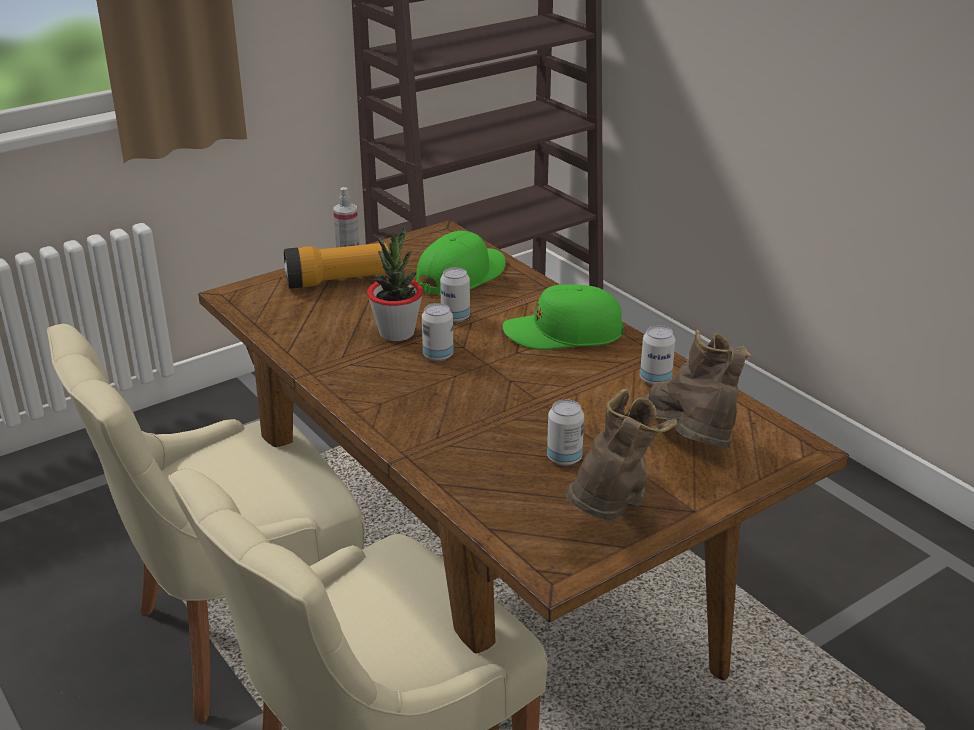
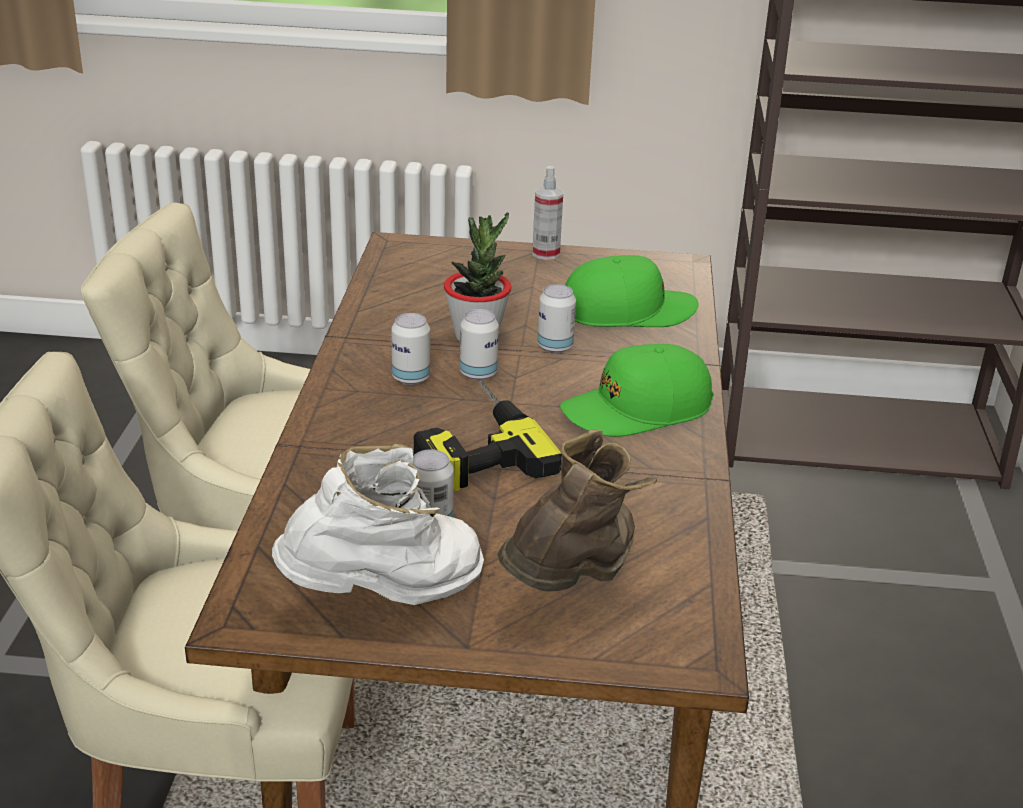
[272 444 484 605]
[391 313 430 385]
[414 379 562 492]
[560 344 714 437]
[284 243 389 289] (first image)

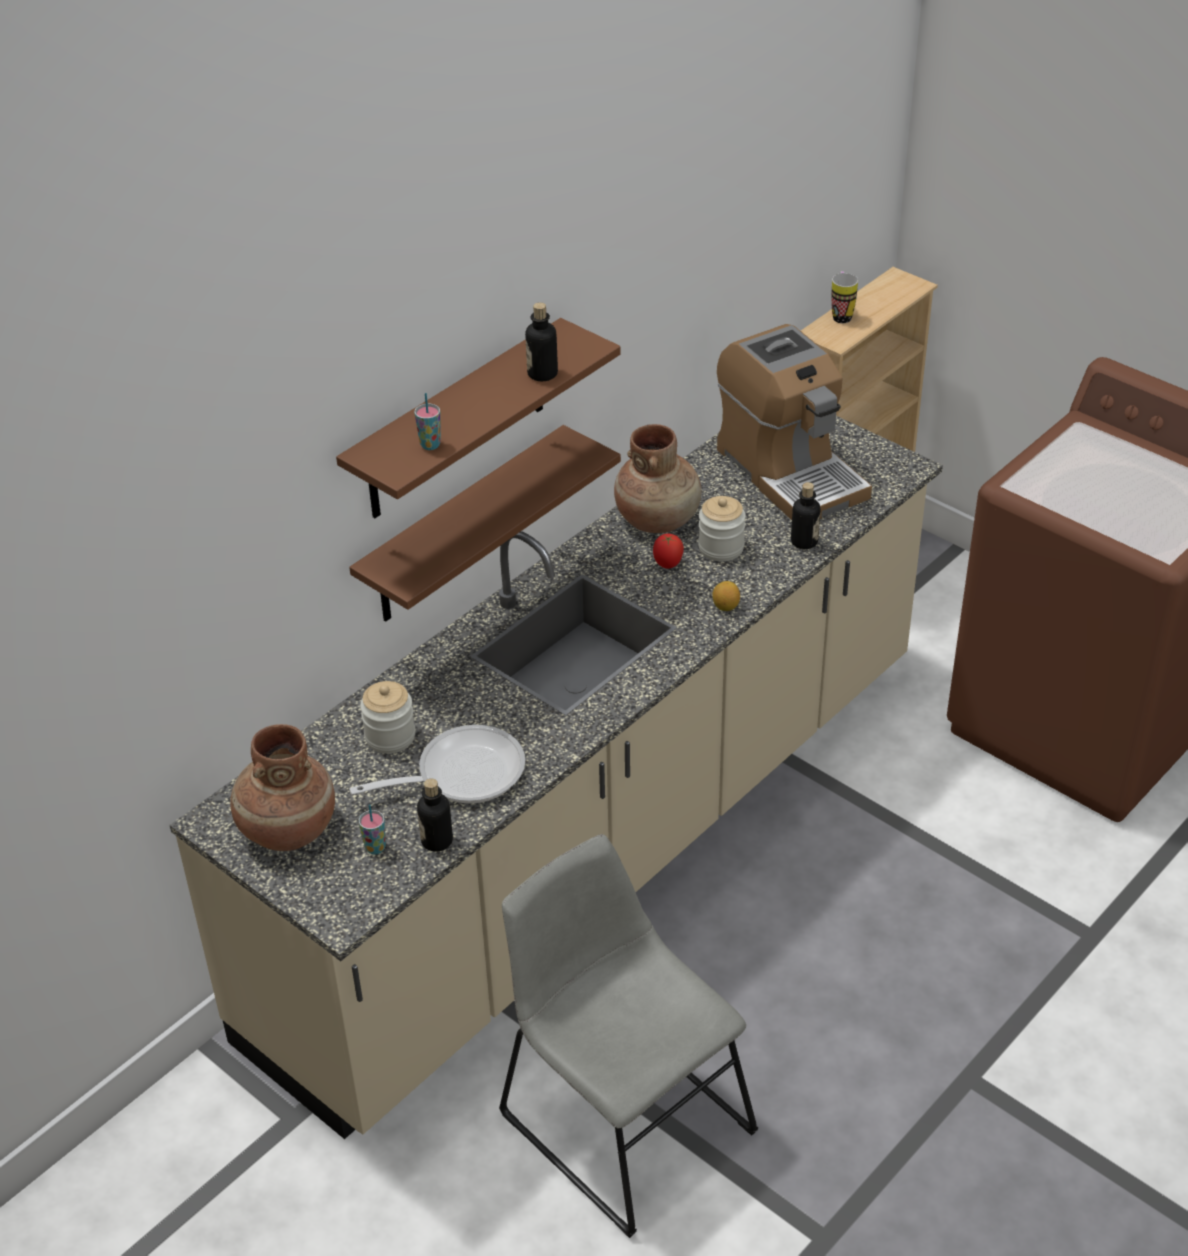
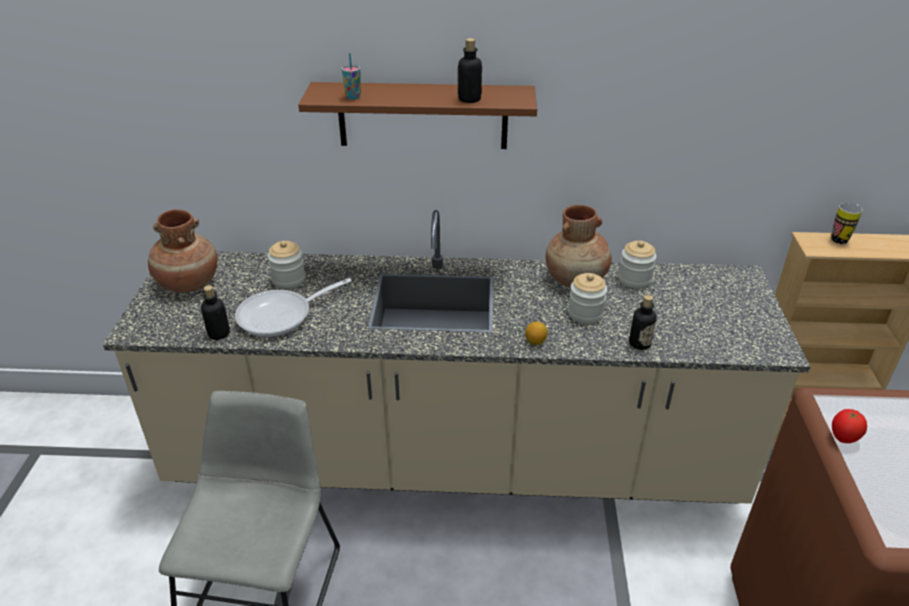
[235 278 352 337]
[618 241 657 289]
[832 409 867 443]
[349 425 621 621] (first image)
[359 804 386 855] (first image)
[717 324 872 520] (first image)

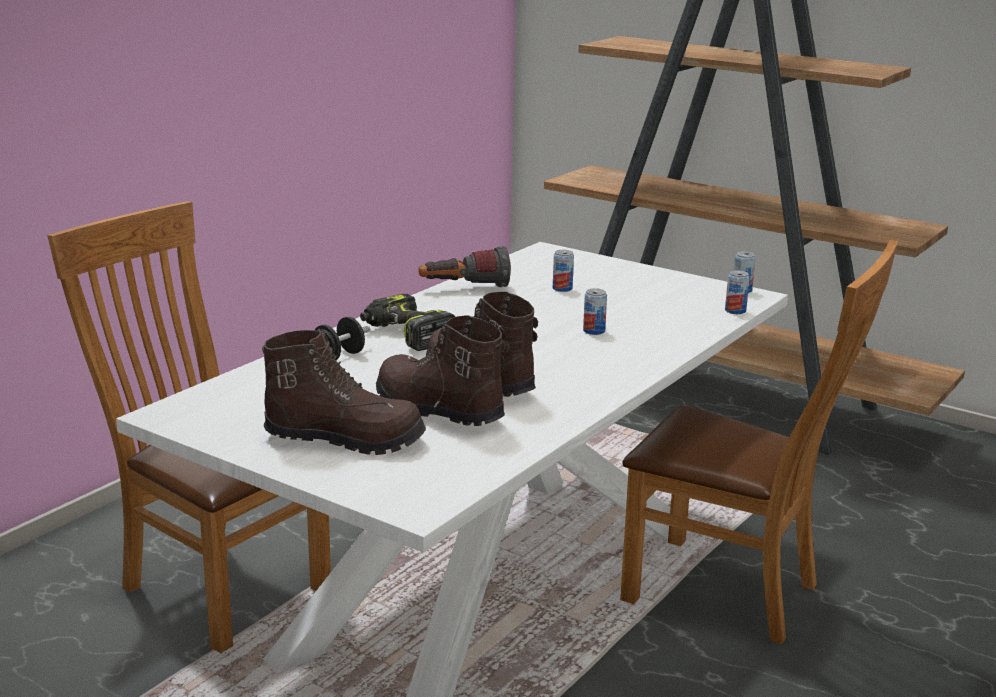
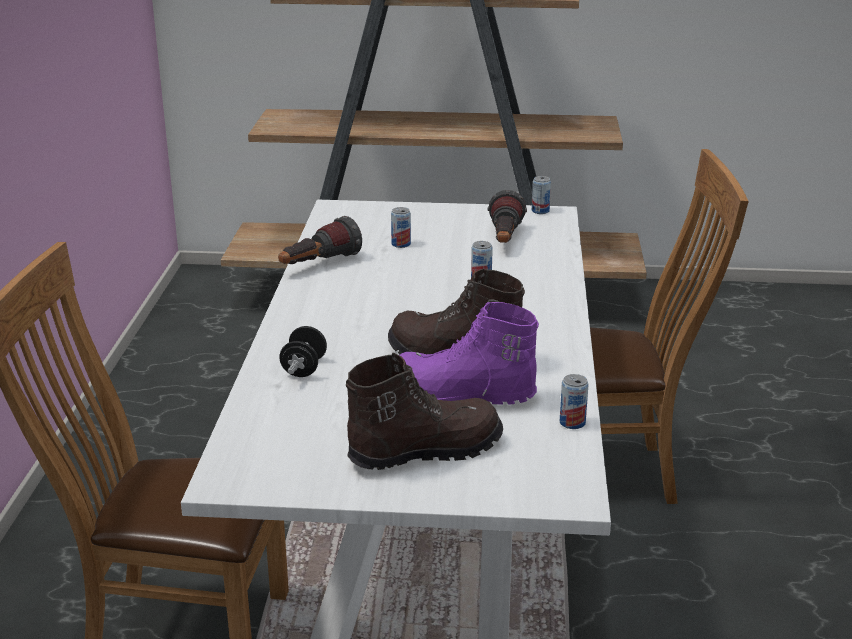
[399 302 539 405]
[488 190 527 243]
[560 374 589 429]
[360 294 455 351] (first image)

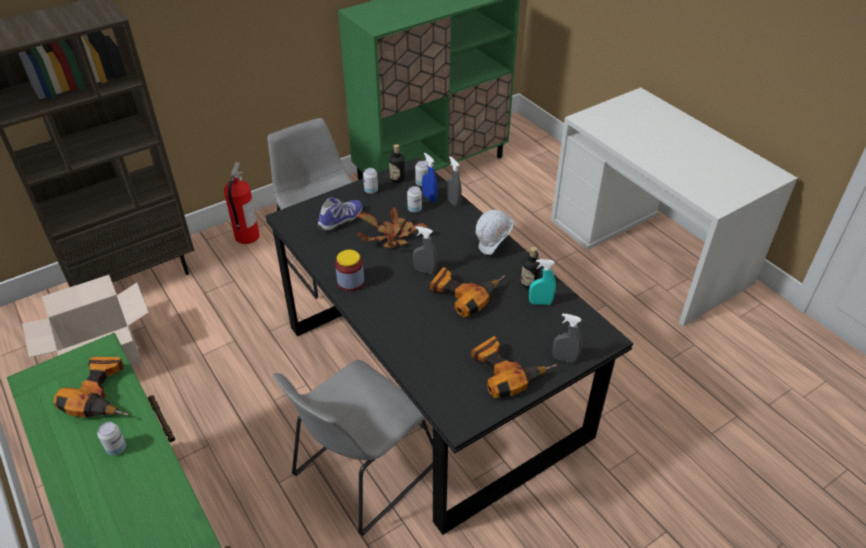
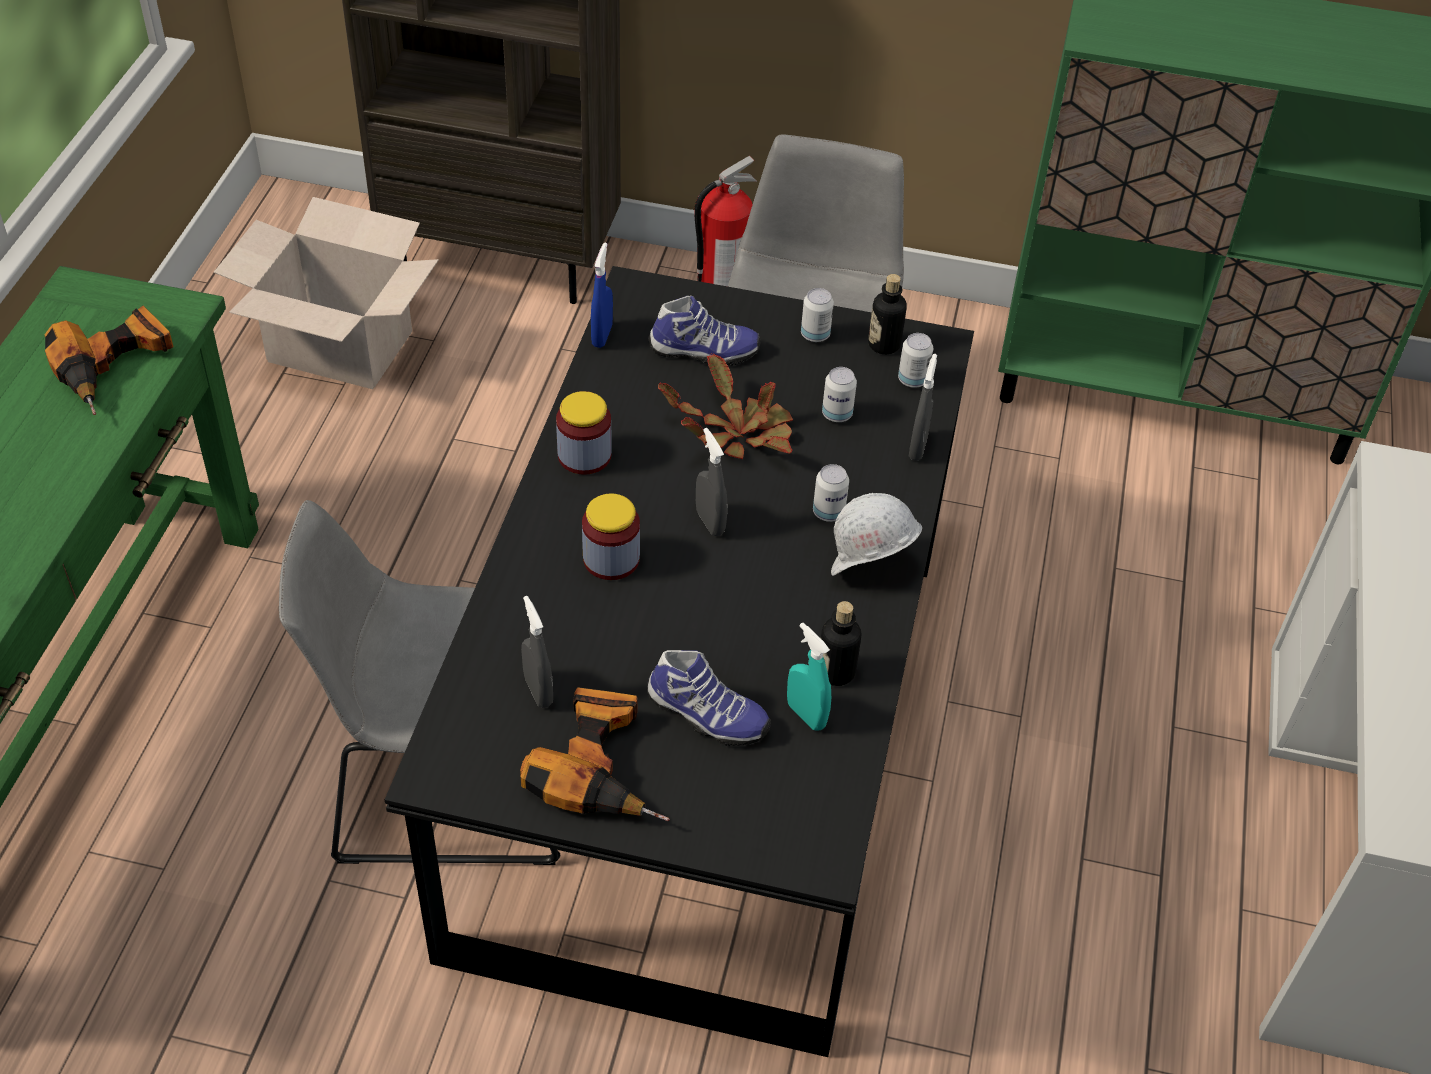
[521 596 553 708]
[582 493 640 580]
[591 242 613 348]
[647 650 771 746]
[813 464 849 522]
[430 267 505 317] (first image)

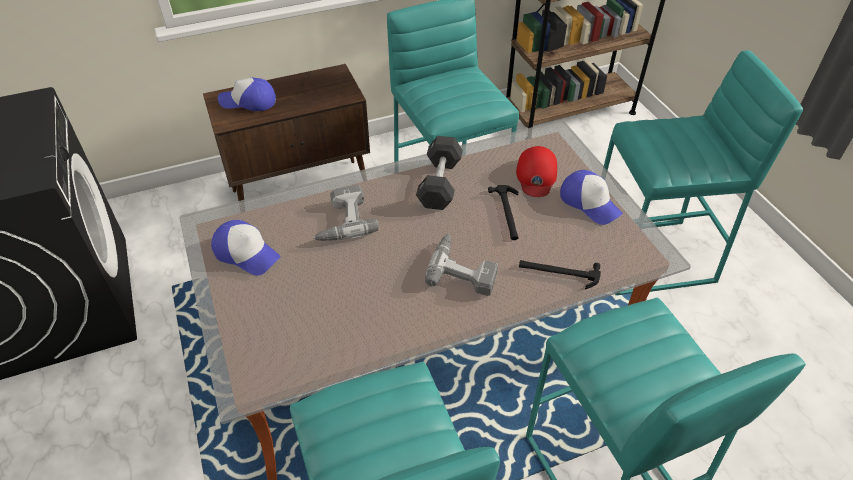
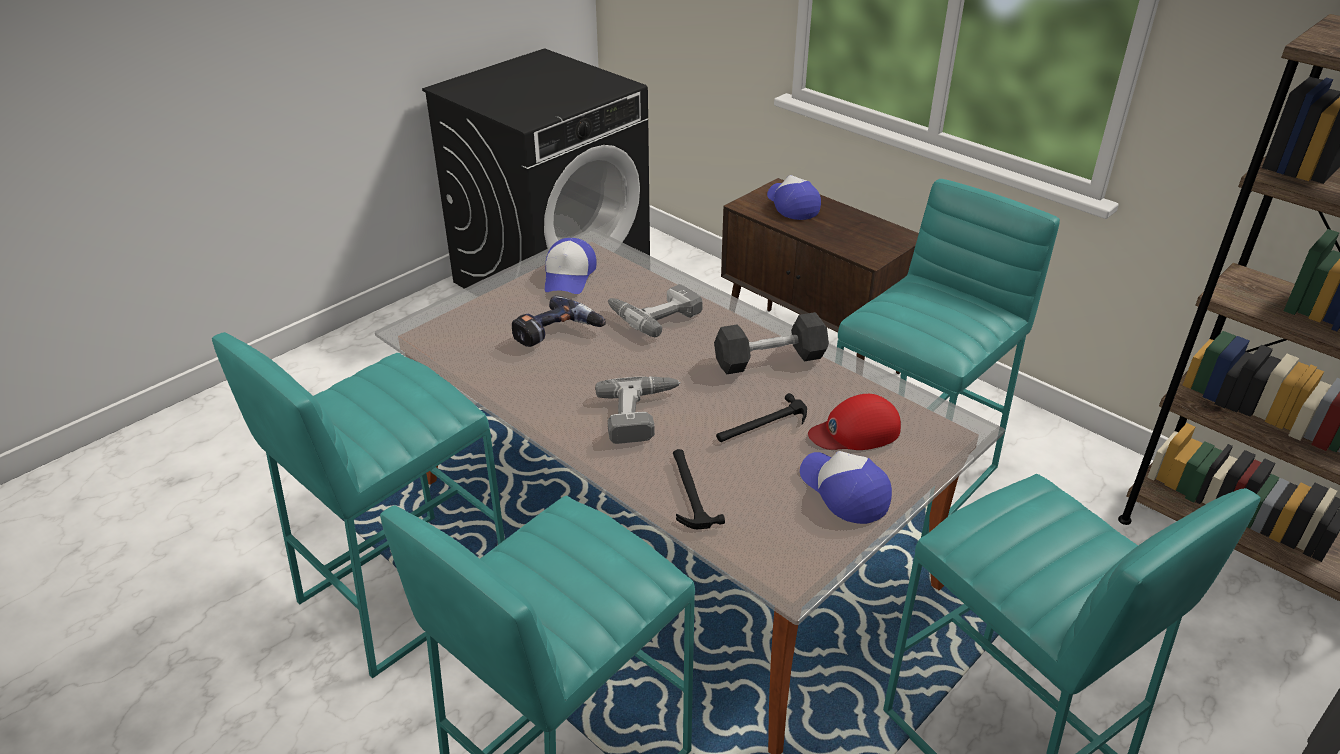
[512 296 606 347]
[800 451 892 524]

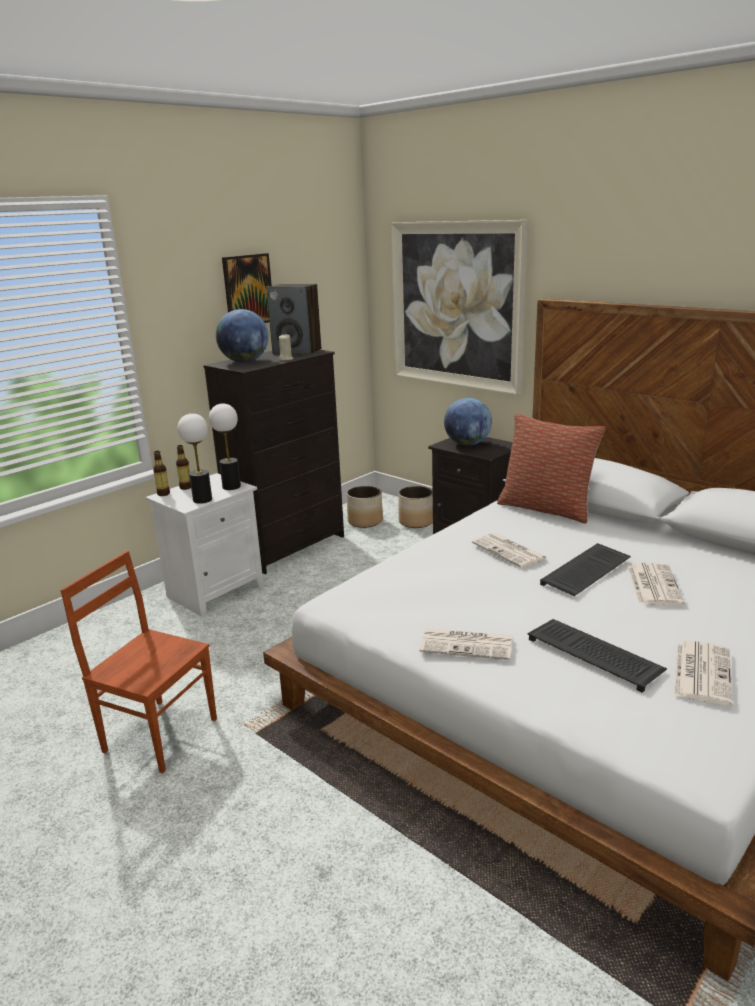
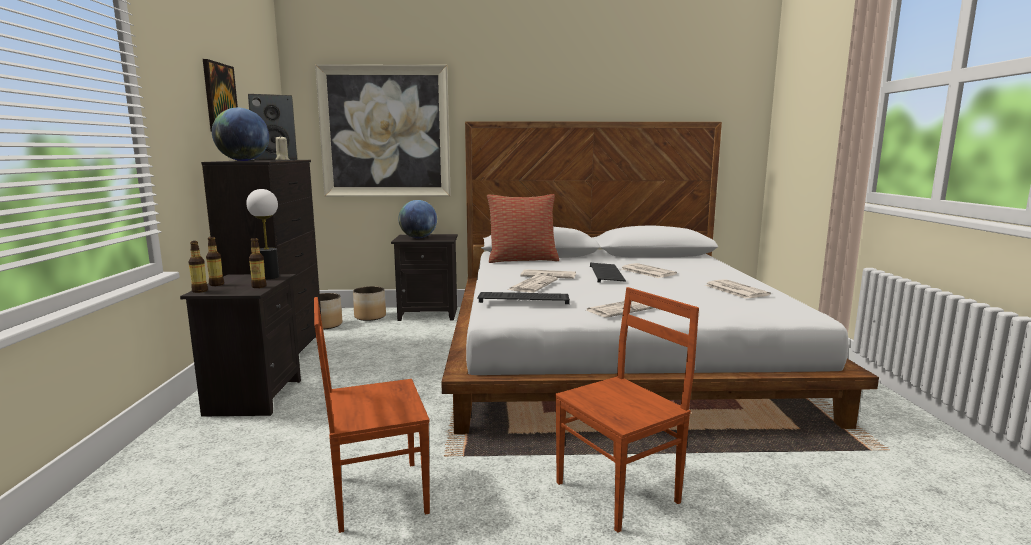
[180 274 301 417]
[249 238 267 288]
[477 292 570 304]
[508 275 558 293]
[555 287 699 533]

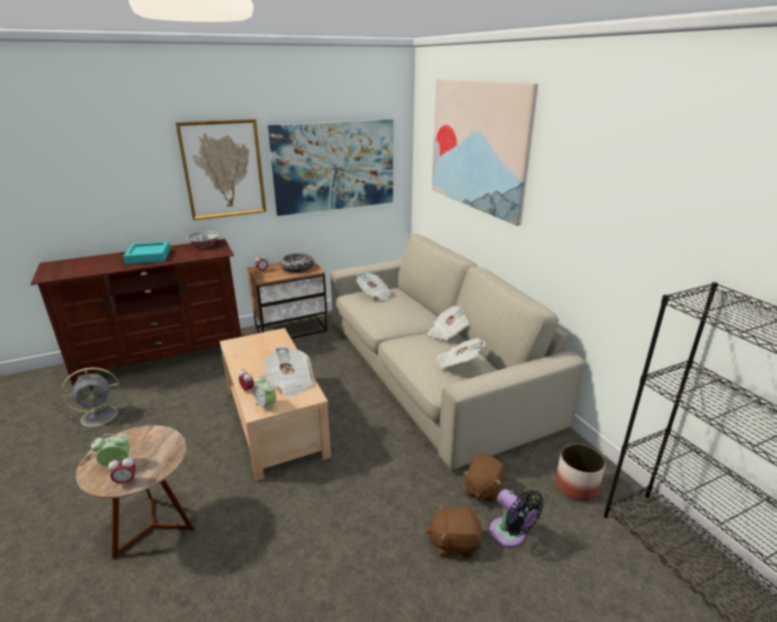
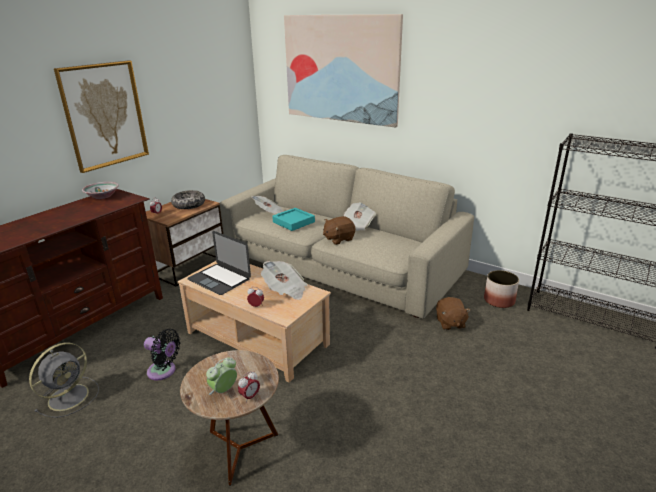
[144 329 180 380]
[187 231 251 295]
[272 208 315 231]
[323 216 355 245]
[254 376 276 414] (first image)
[268 119 393 216] (first image)
[436 338 485 369] (first image)

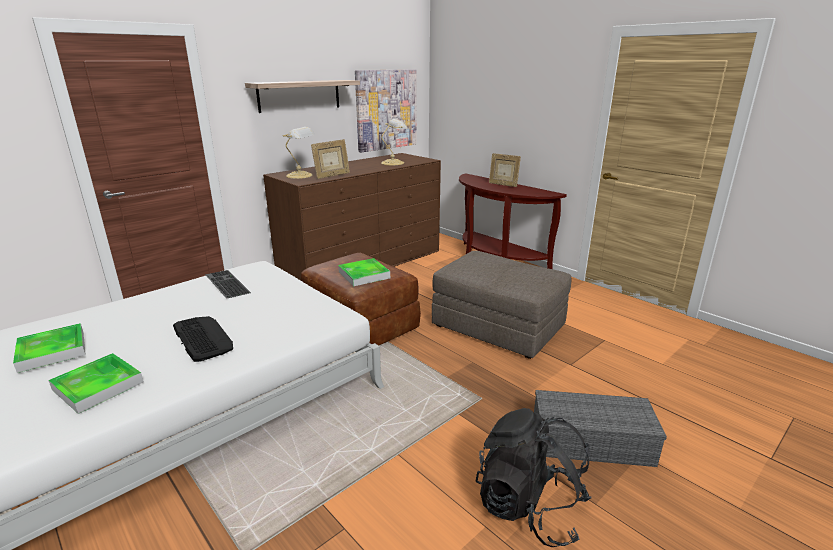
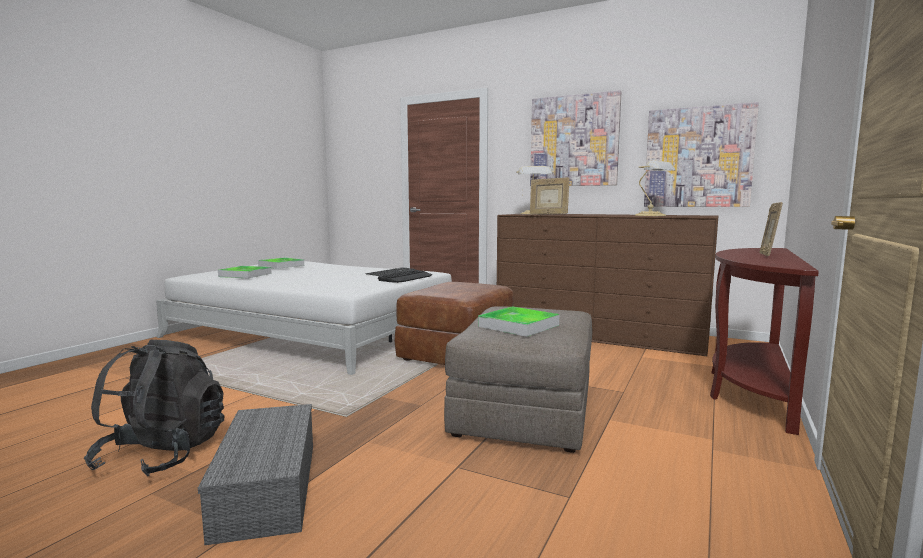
[378 270 432 283]
[478 306 559 337]
[530 90 621 186]

